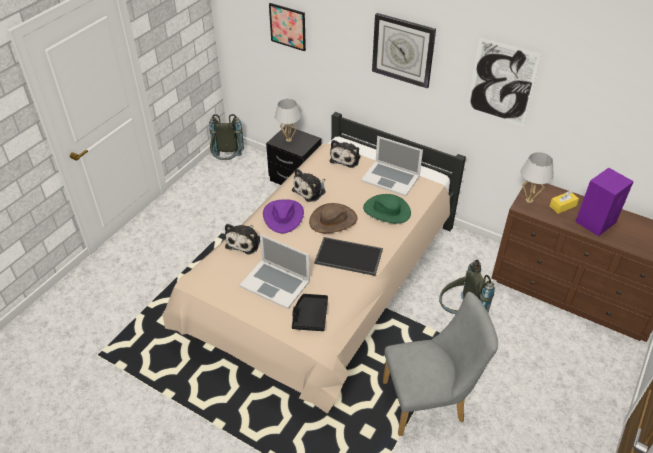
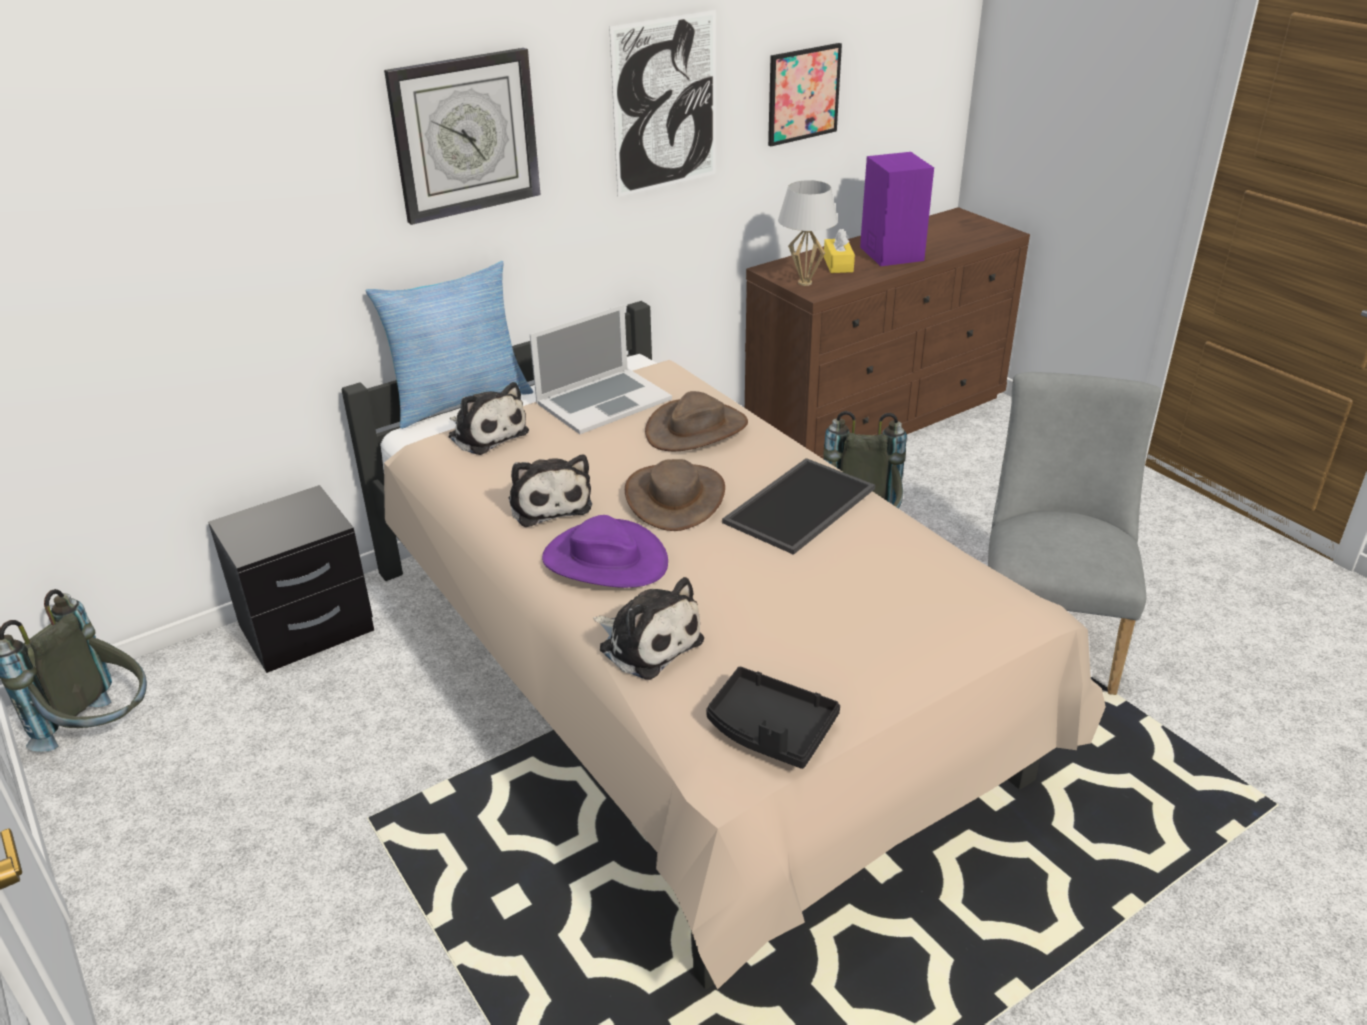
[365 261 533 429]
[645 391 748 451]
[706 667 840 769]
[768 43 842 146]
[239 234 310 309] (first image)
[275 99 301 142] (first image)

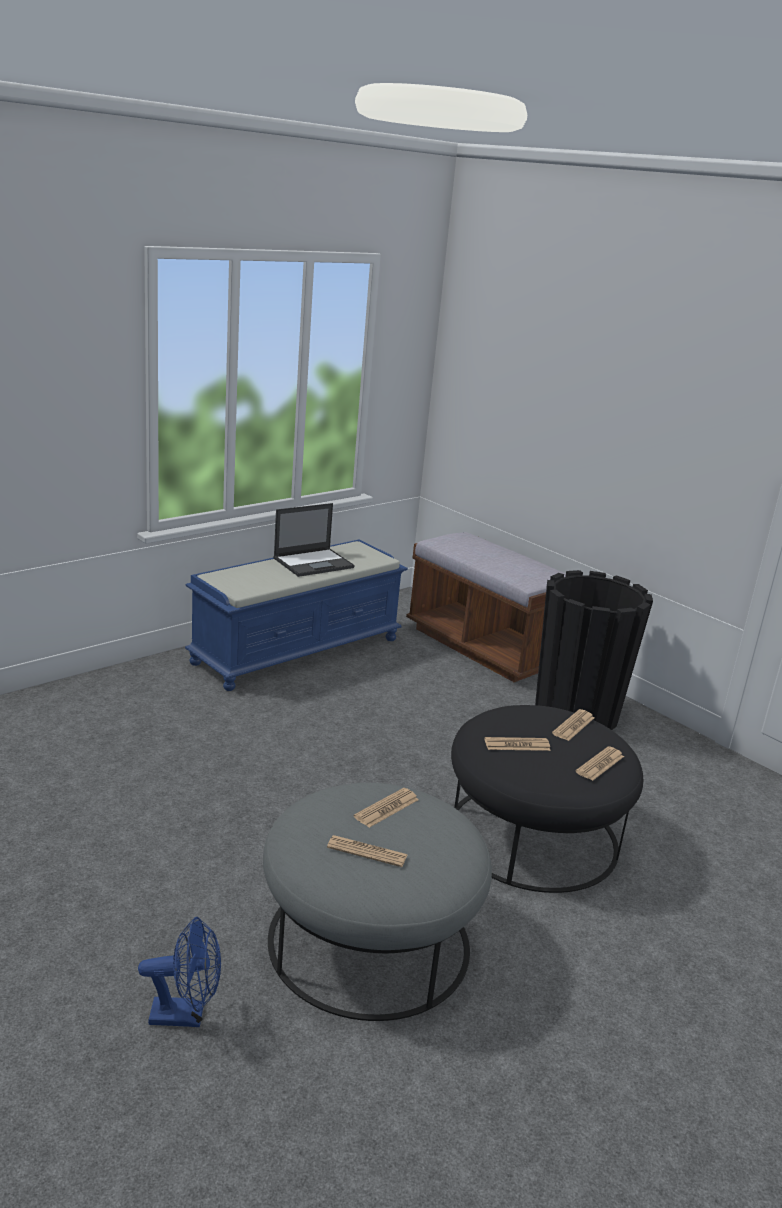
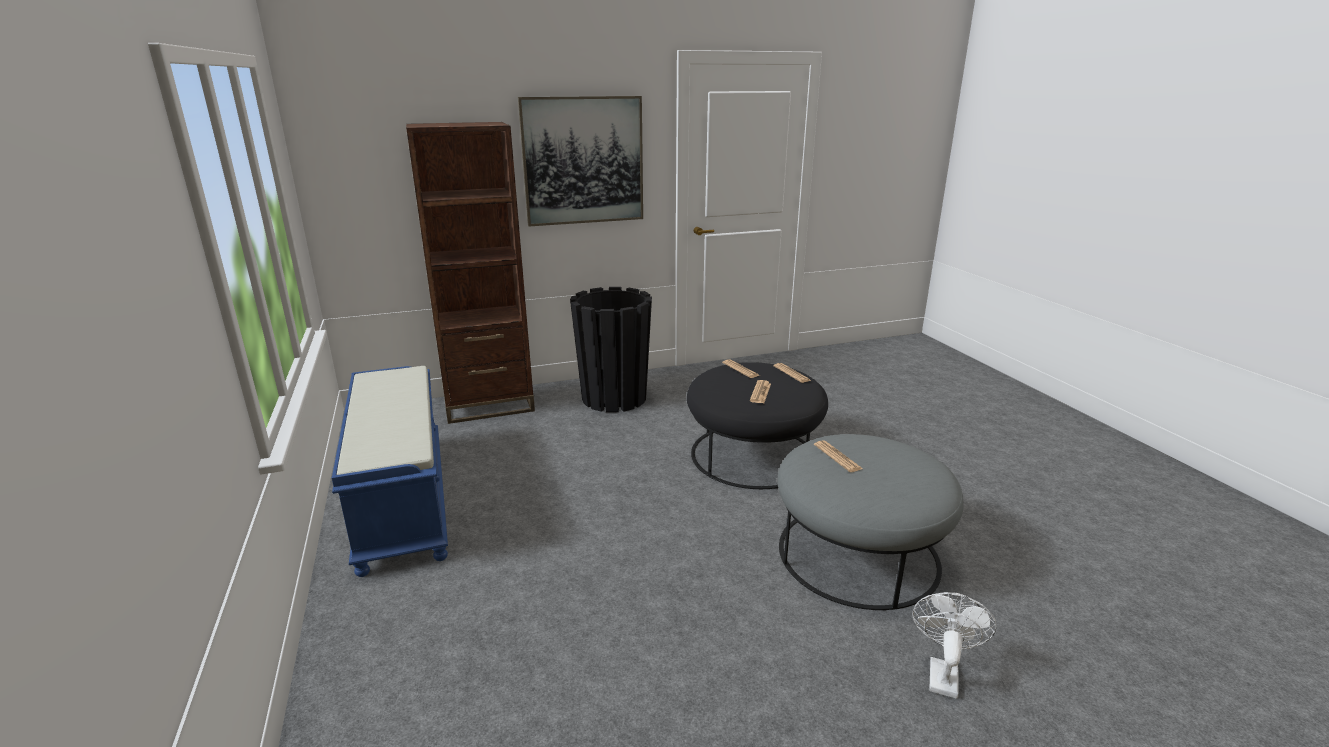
[406 122 535 424]
[518 96 643 226]
[912 592 996 699]
[273 503 355 577] (first image)
[327 835 407 867] (first image)

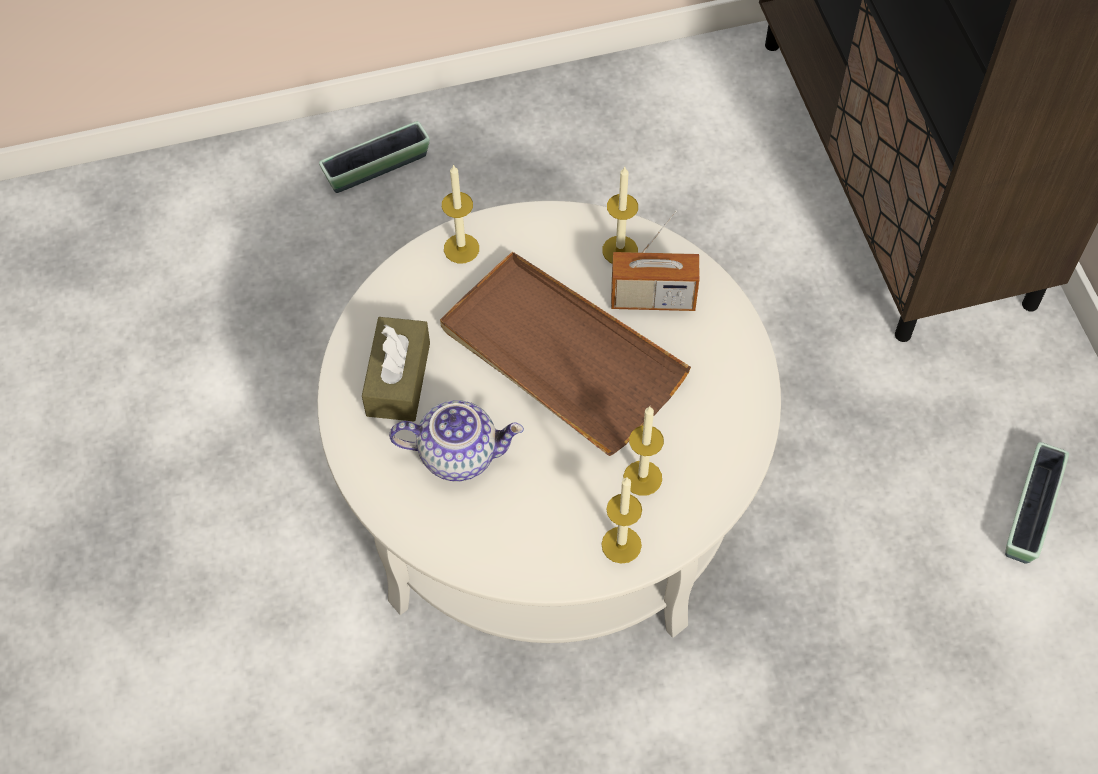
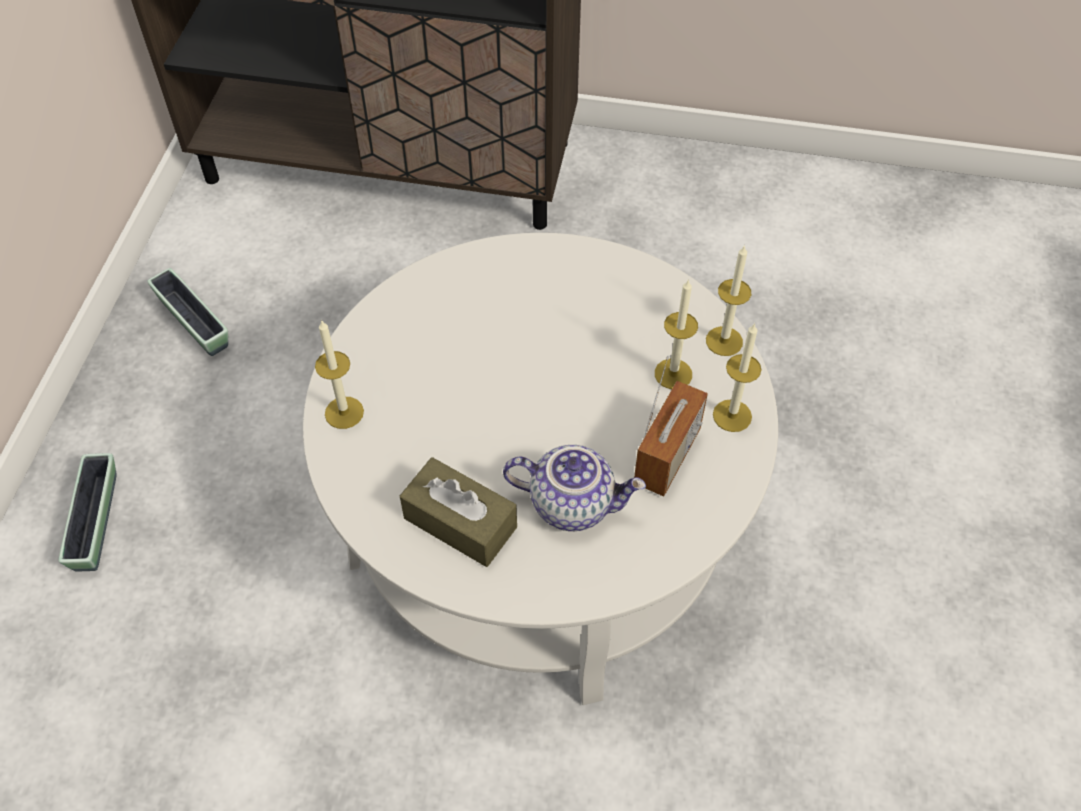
[147 268 228 356]
[503 445 646 531]
[634 356 708 496]
[706 245 751 356]
[440 252 691 456] (first image)

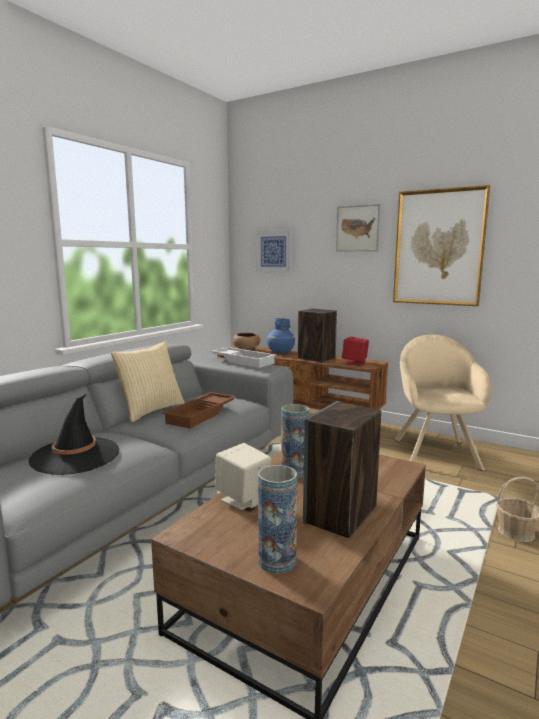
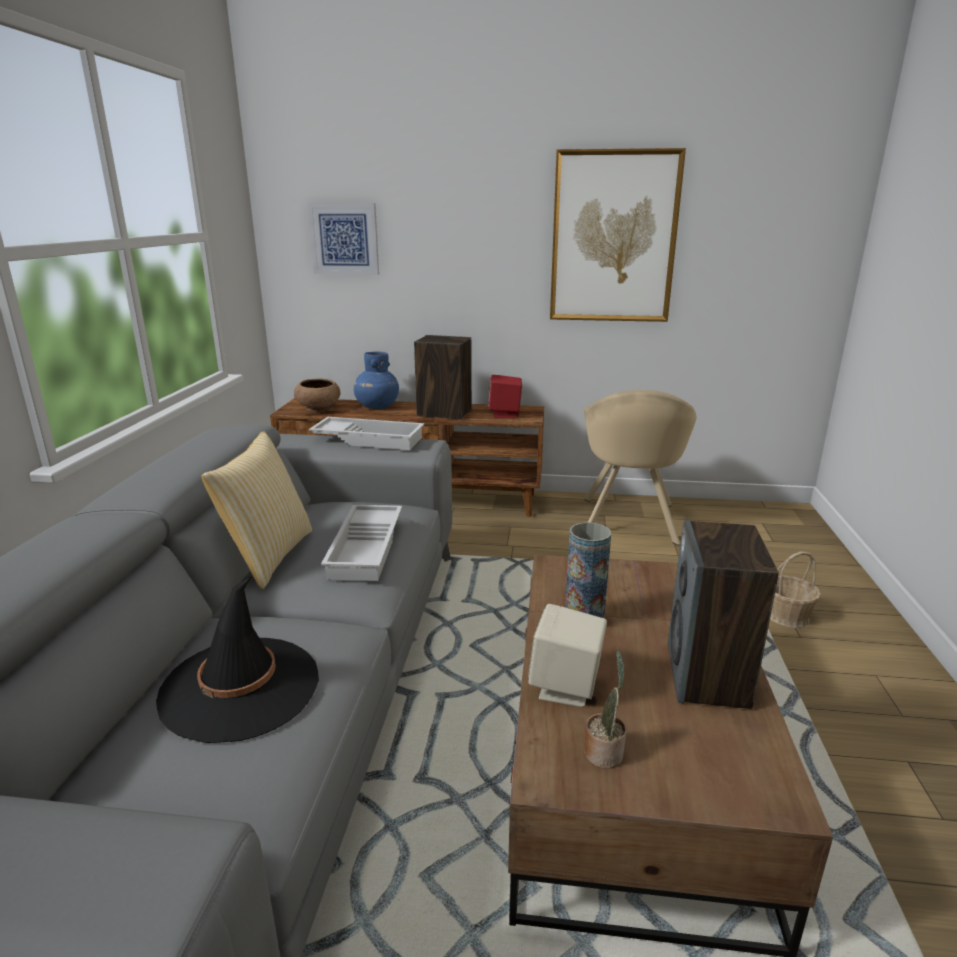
[321 505 402 581]
[584 390 697 545]
[584 650 626 768]
[258 465 297 574] (first image)
[336 204 380 252] (first image)

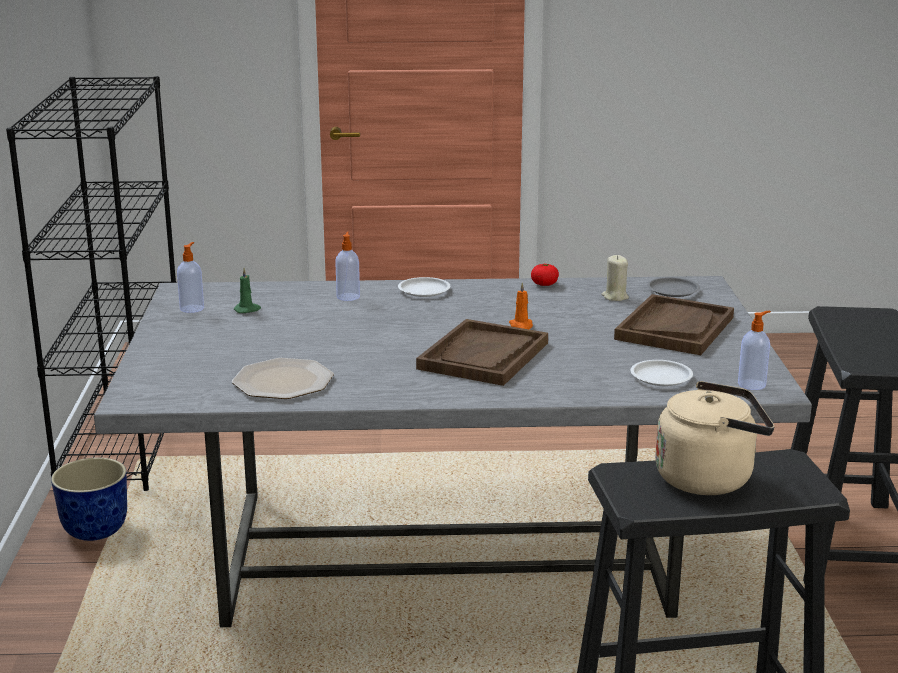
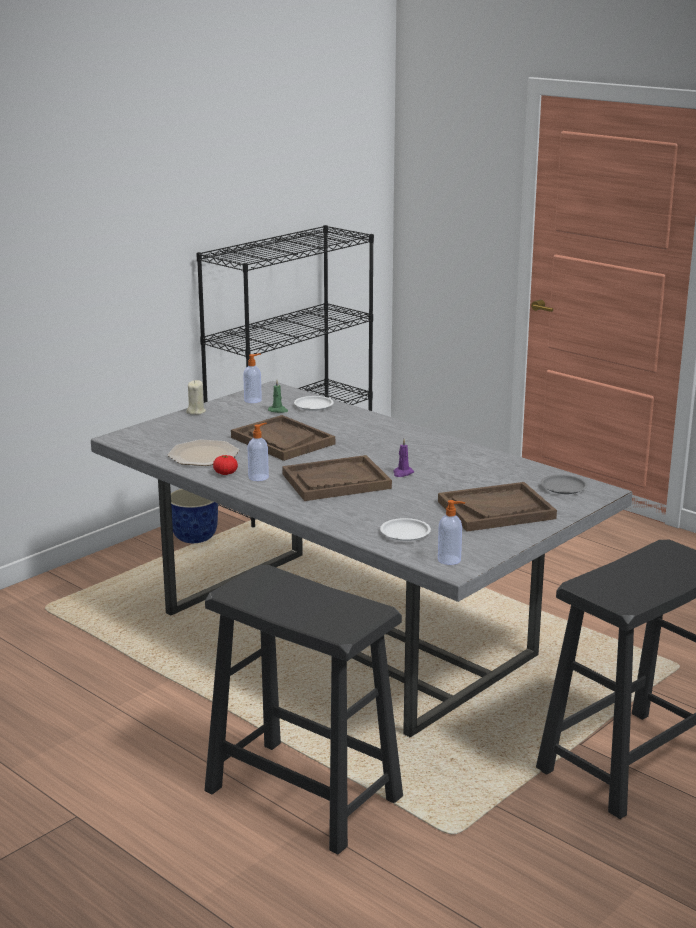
[186 380 206 415]
[213 455 238 475]
[231 415 335 461]
[248 423 269 481]
[294 396 334 411]
[393 439 414 477]
[655 381 775 495] (first image)

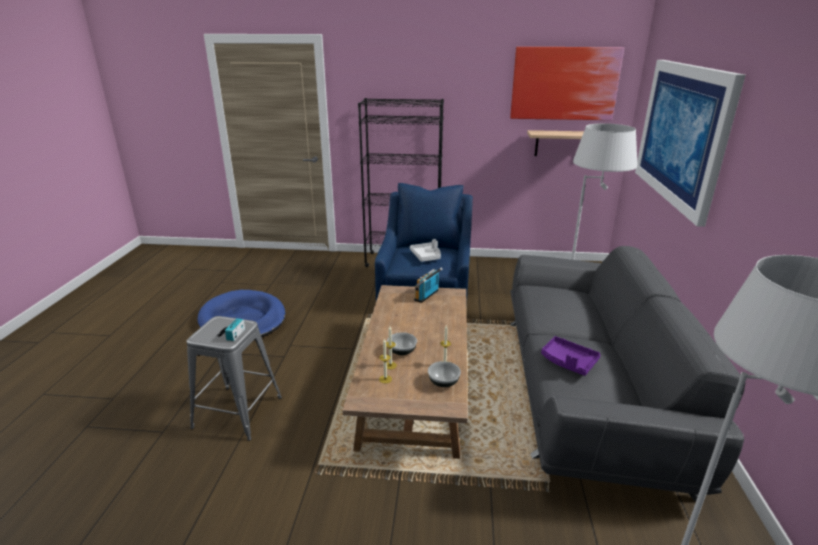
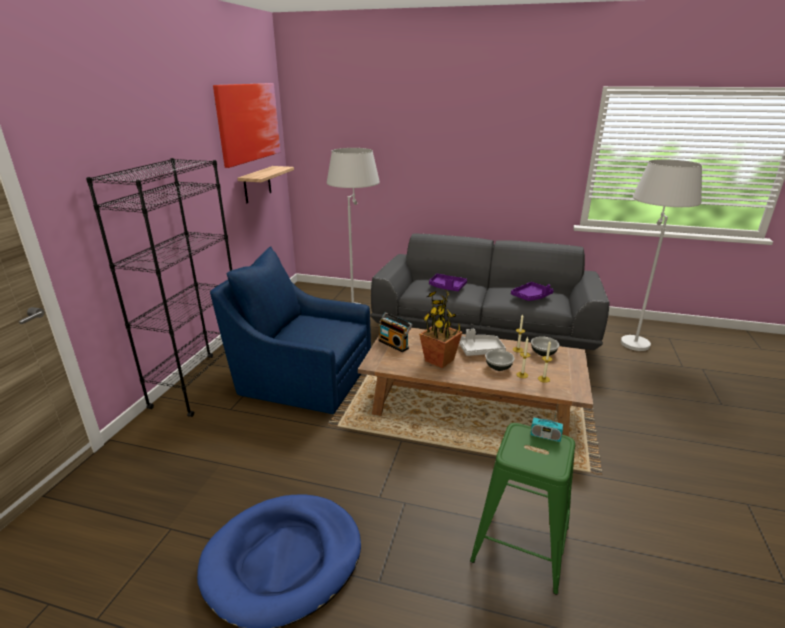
[419 291 462 368]
[429 274 467 291]
[459 329 506 356]
[470 423 575 595]
[635 60 746 227] (first image)

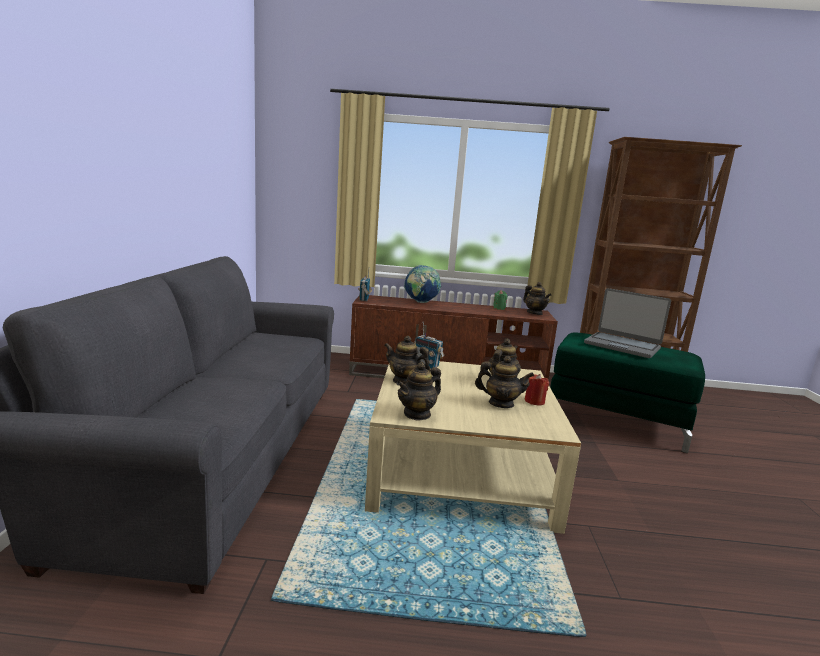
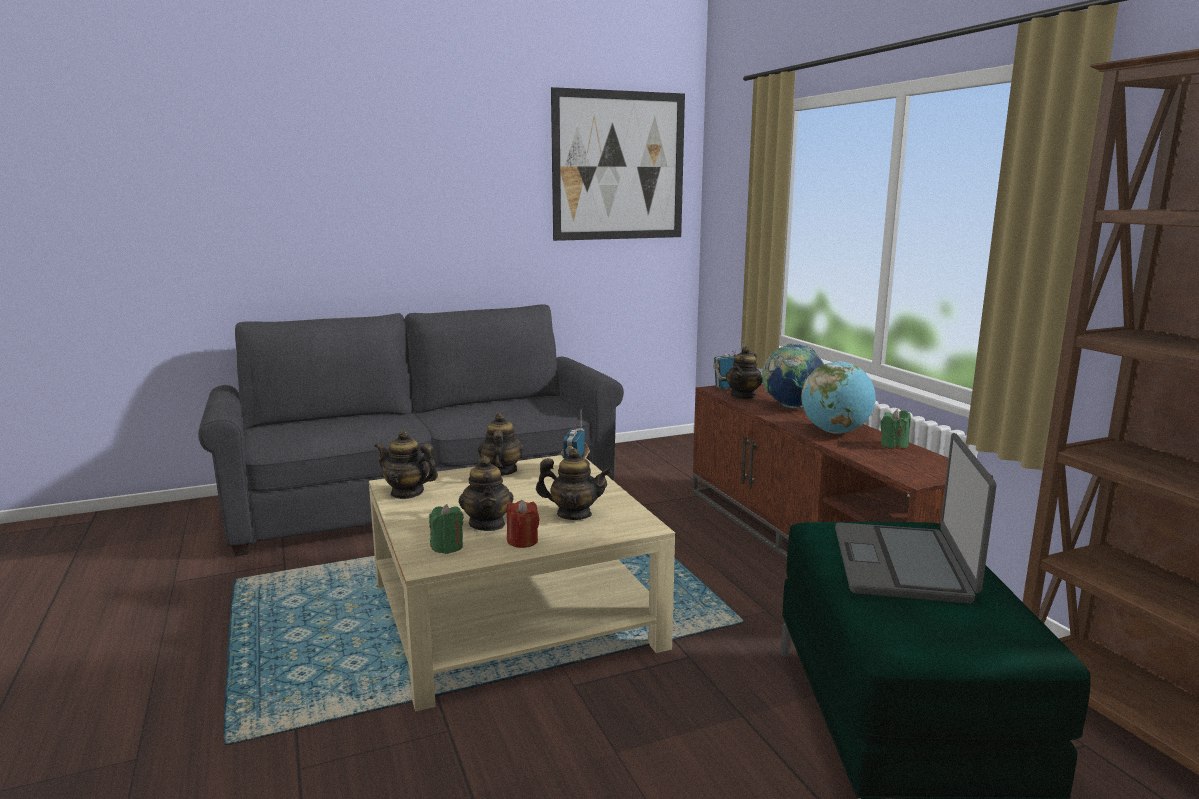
[429 504 464 554]
[551 87 685 241]
[726 346 762 400]
[801 361 876 434]

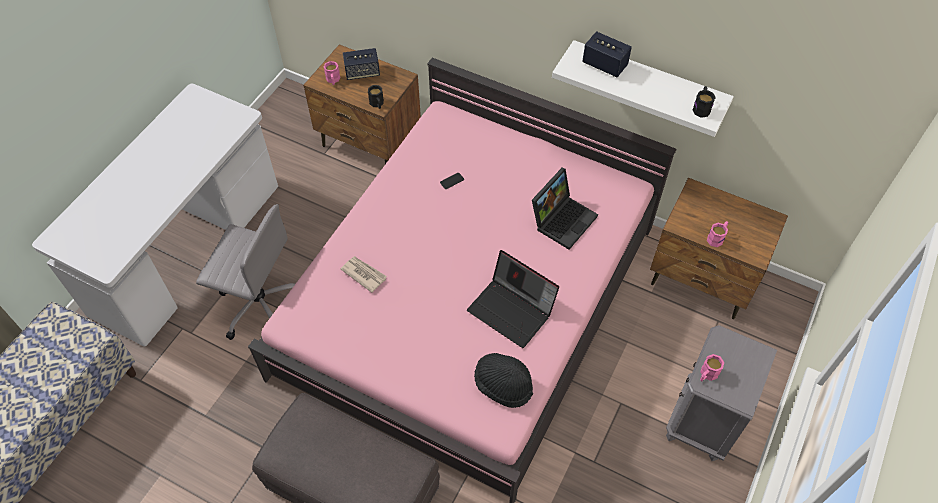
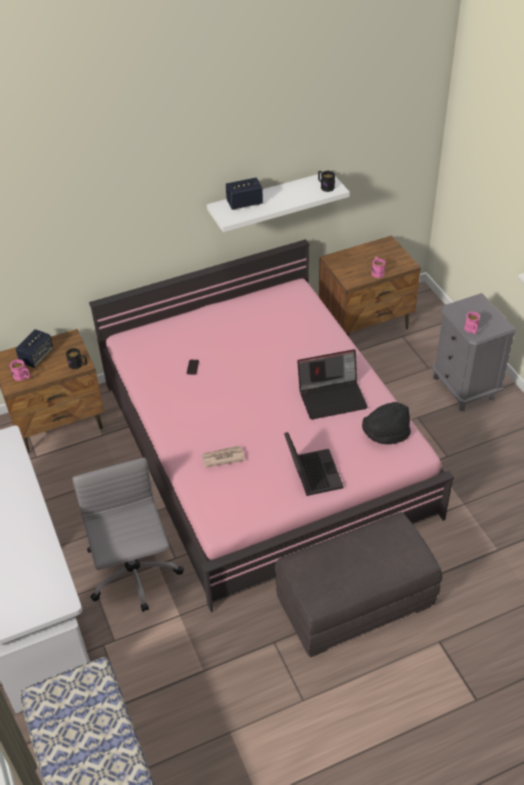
[72 458 184 612]
[284 432 344 496]

